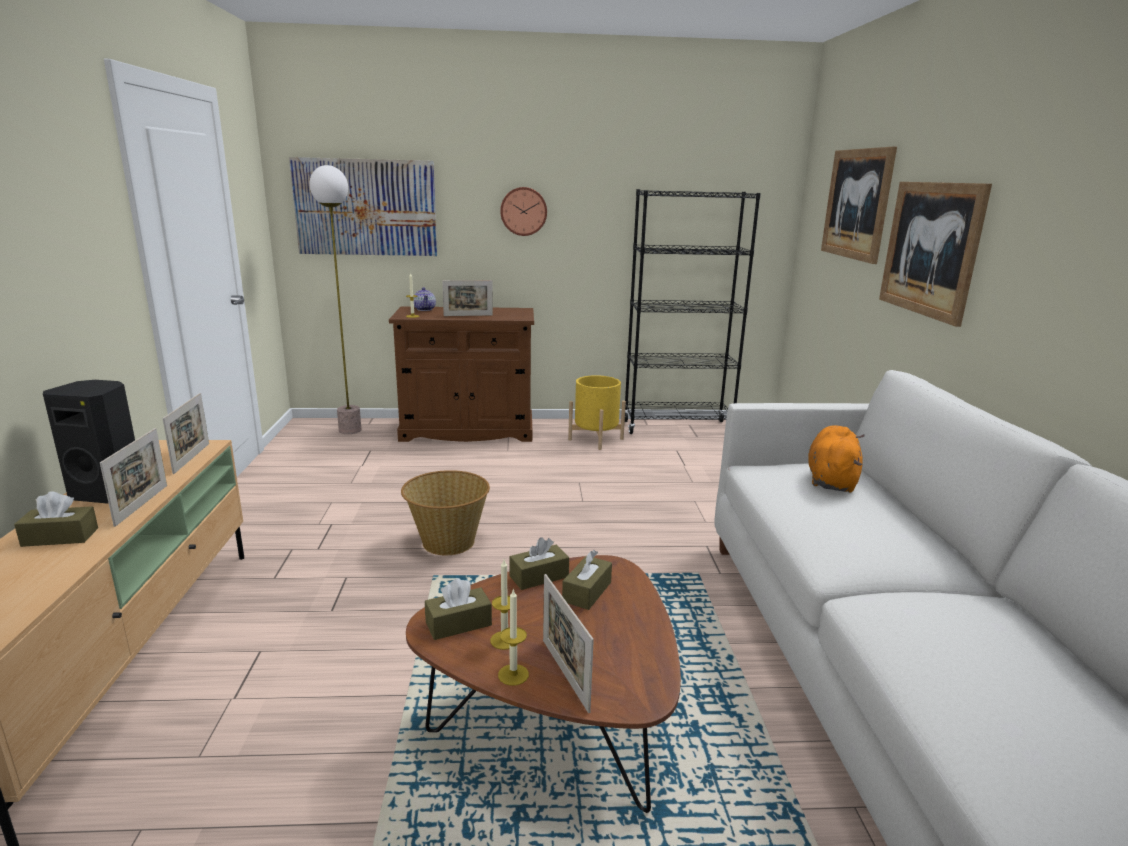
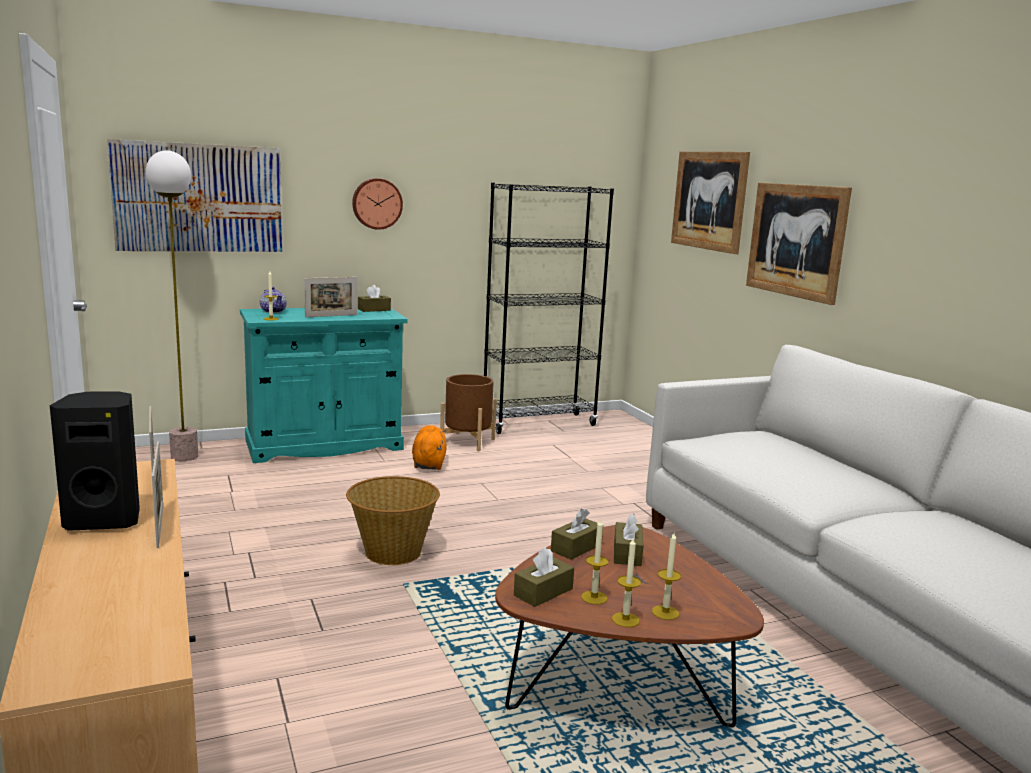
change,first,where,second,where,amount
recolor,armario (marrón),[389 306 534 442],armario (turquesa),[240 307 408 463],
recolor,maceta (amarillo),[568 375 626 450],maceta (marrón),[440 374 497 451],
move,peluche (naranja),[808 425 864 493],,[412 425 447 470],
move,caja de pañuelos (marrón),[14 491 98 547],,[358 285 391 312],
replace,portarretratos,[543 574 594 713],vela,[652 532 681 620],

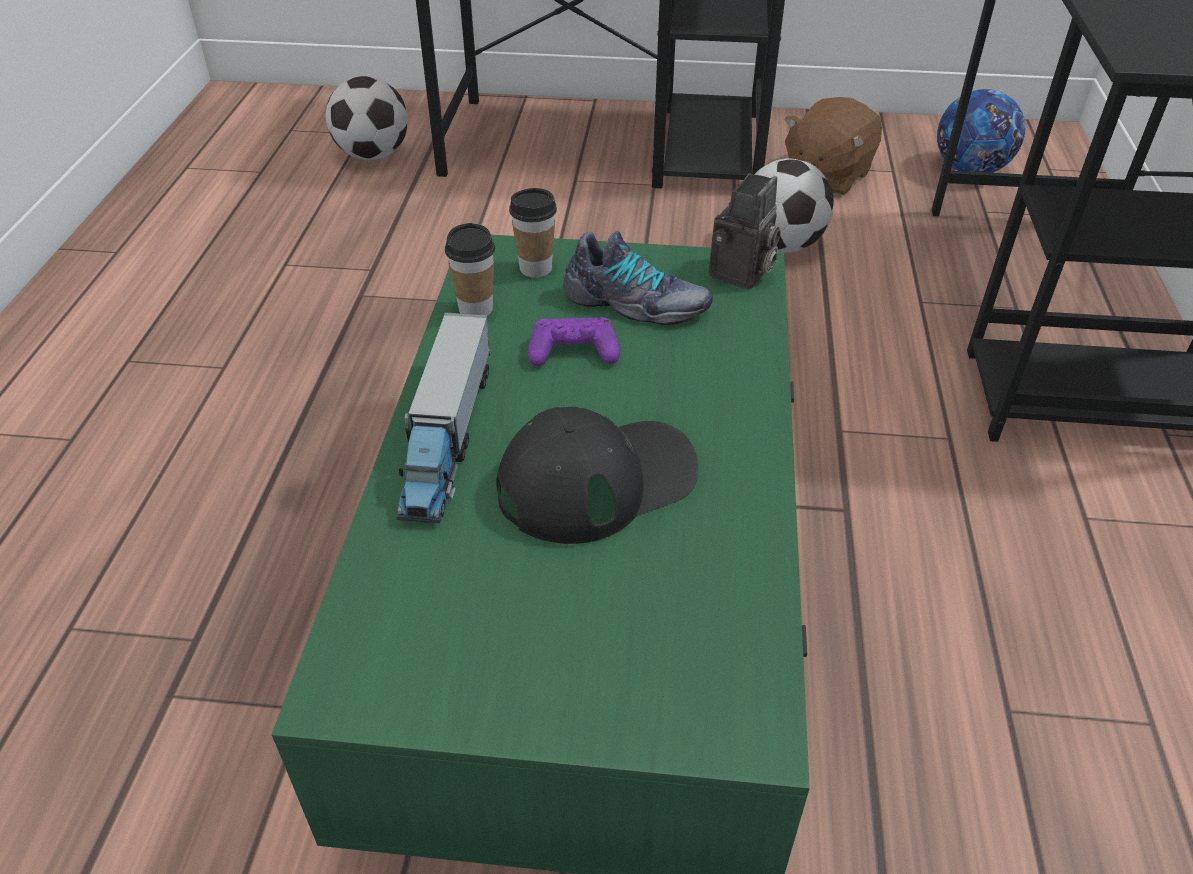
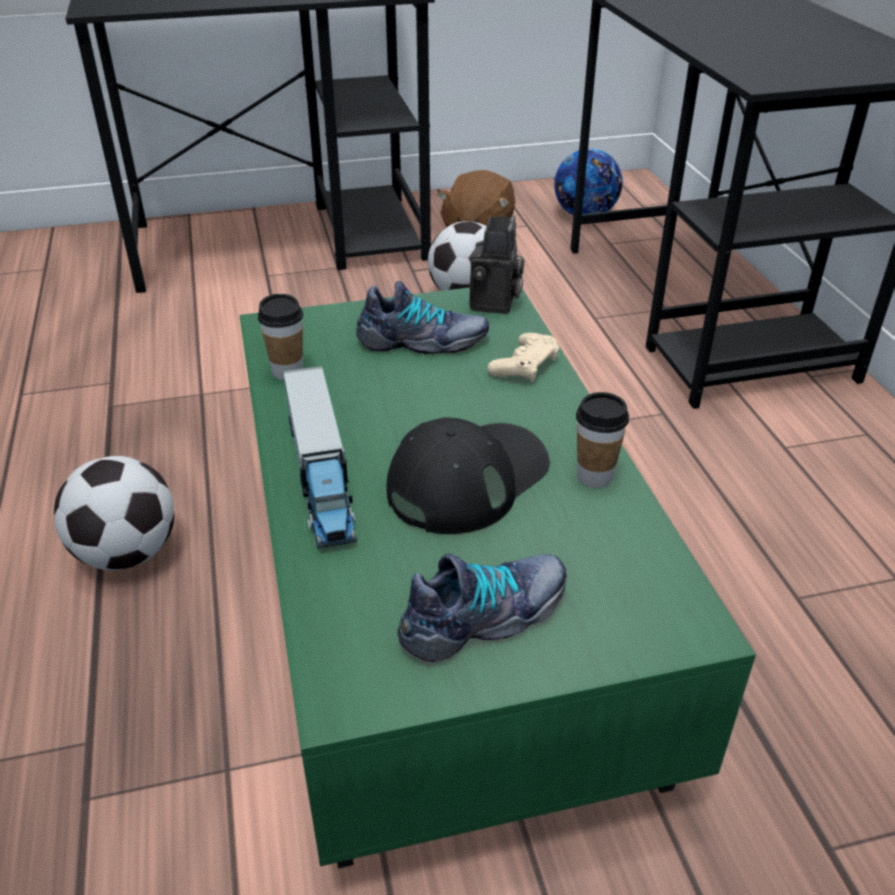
change,first,where,second,where,amount
move,balón de fútbol,[326 76 408 160],,[54 456 174 570],
move,taza,[509 188 557 278],,[576 392 629 488],
delete,mando de consola (morado),[528 317 620 366],,,
insert,,,mando de consola (beis),[487 333 560 382],
insert,,,zapato,[397 553 567 662],

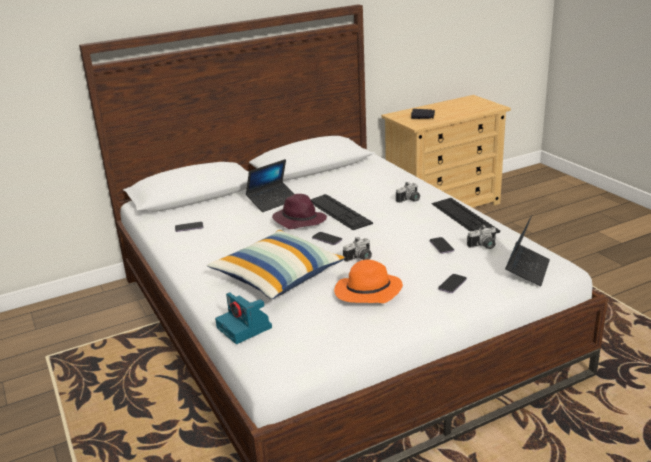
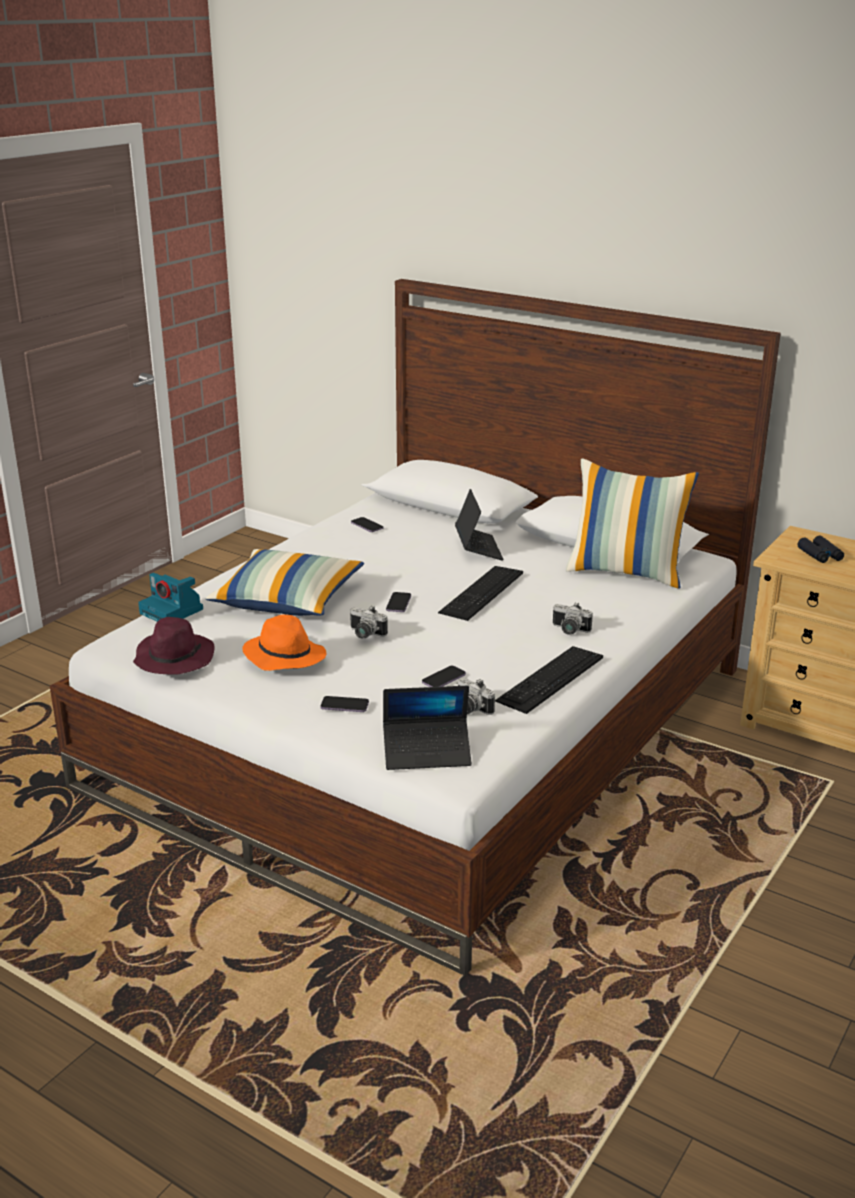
change,first,where,second,where,amount
rotate,portátil,[246 159 294 212],,[455 489 504 560],120 degrees counterclockwise
move,sombrero (morado),[272 194 327 229],,[133 617 215 675],
rotate,cámara,[215 292 272 344],,[138 573 203 622],75 degrees counterclockwise
insert,,,cojín,[566 458 699 589],

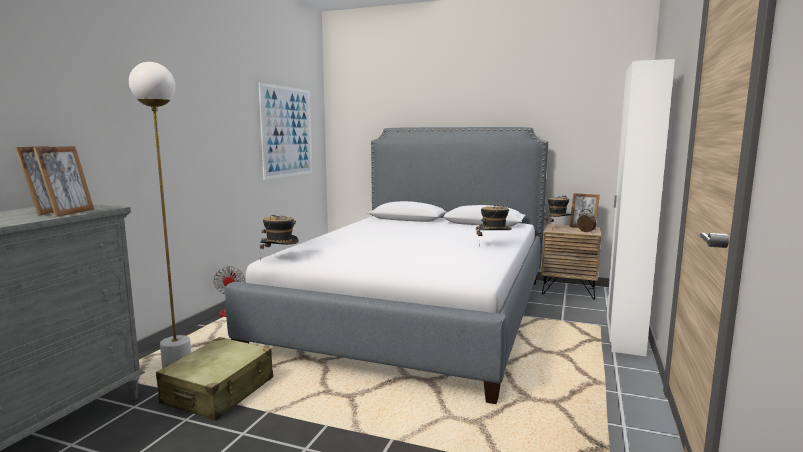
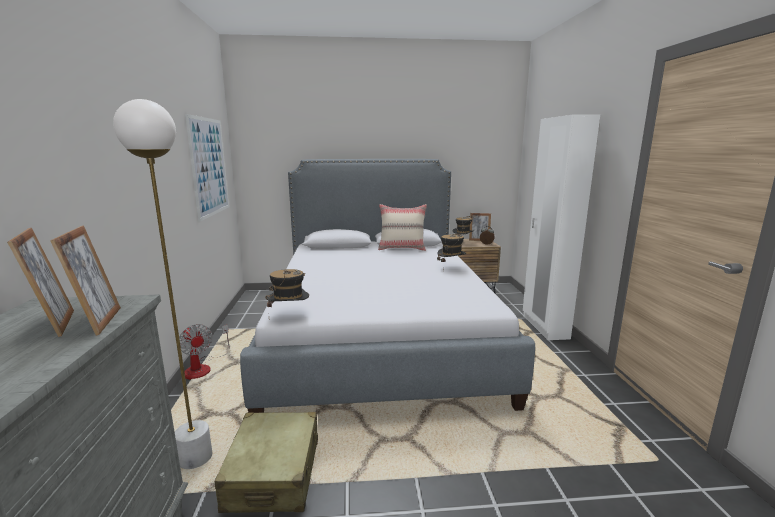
change,first,where,second,where,amount
insert,,,cojín (beis),[378 204 427 251],

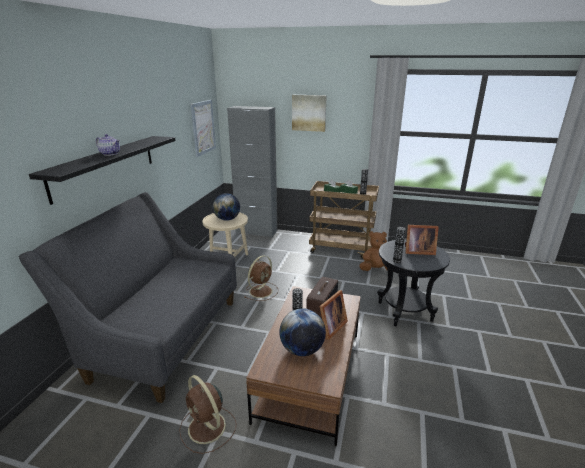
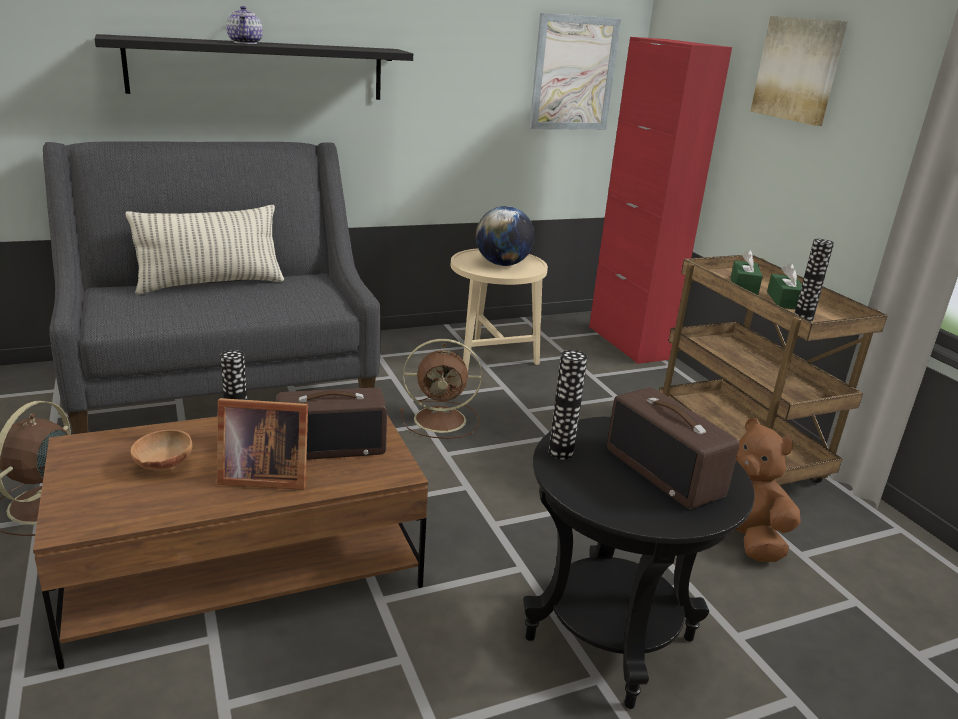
change,first,where,second,where,amount
recolor,armario (gris),[227 106 277 238],armario (rojo),[589 37 732 364],
replace,portarretratos,[405 225 439 255],radio,[607 388 739 509],
replace,globo terráqueo,[279 308 326 356],cuenco (marrón),[130 430 192 471],
insert,,,cojín,[125 205 284 295],

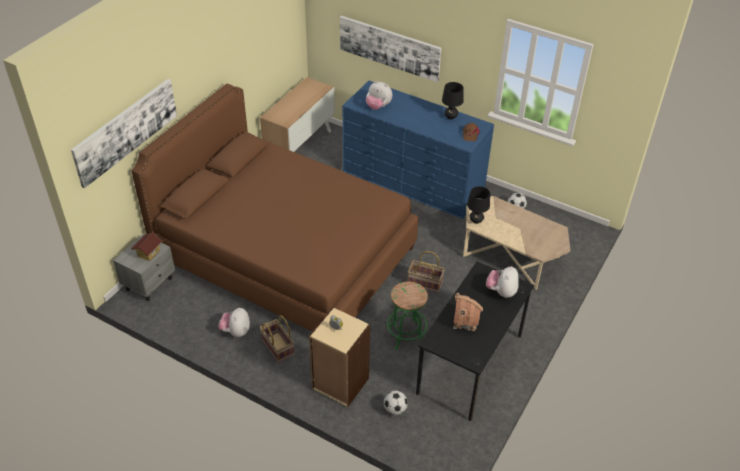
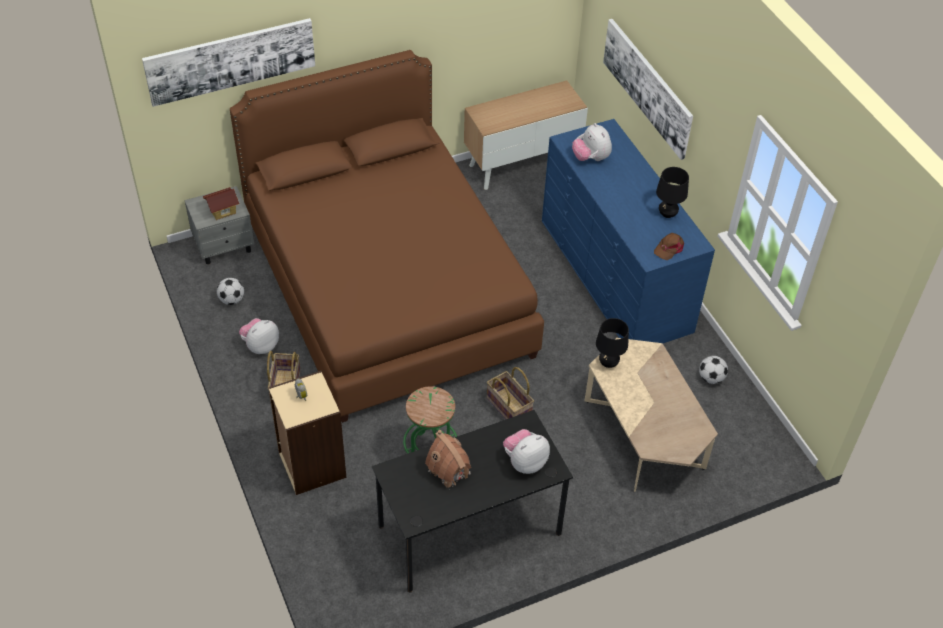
change,first,where,second,where,amount
move,balón de fútbol,[384 391 408 415],,[217 278 244 305],

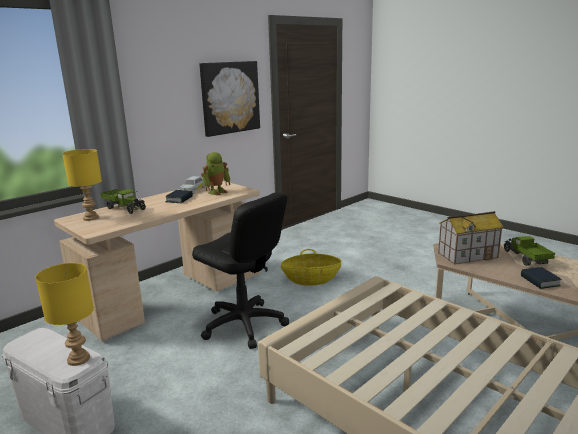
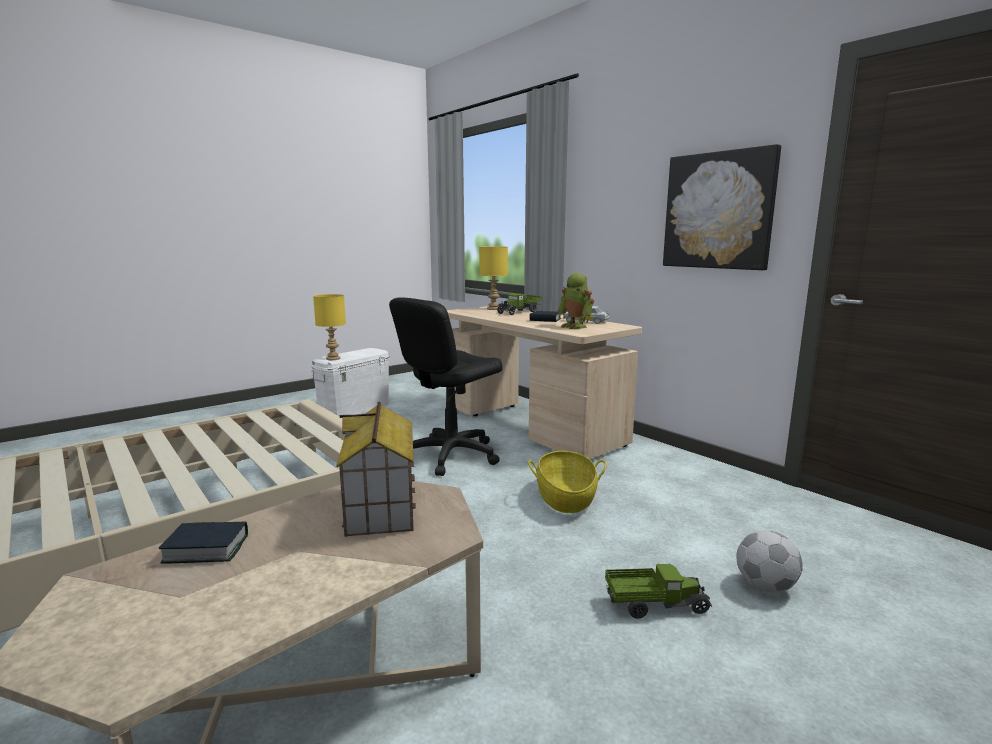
change,first,where,second,where,amount
move,camión de juguete,[503 236 555 266],,[605 564 712 619],
insert,,,balón de fútbol,[737 530 803 592],

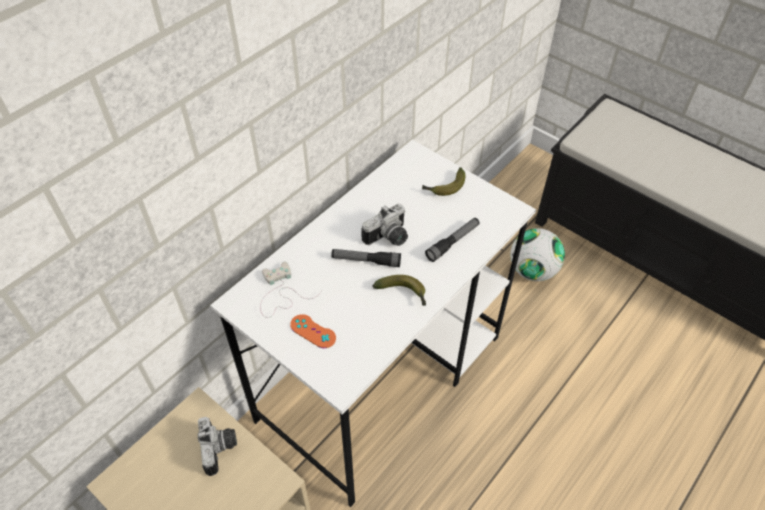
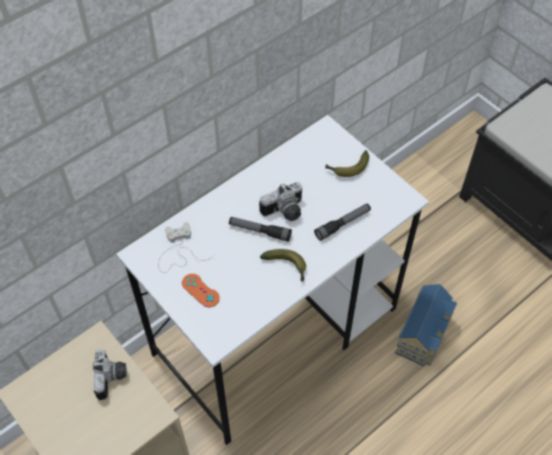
change,first,where,second,where,amount
delete,balón de fútbol,[510 228 565 281],,,
insert,,,casita,[395 284 457 366],

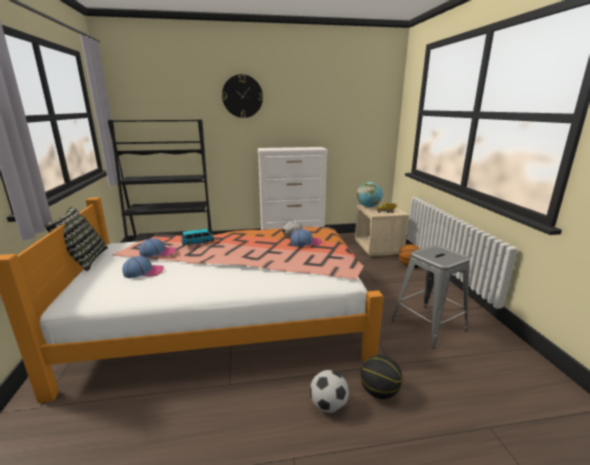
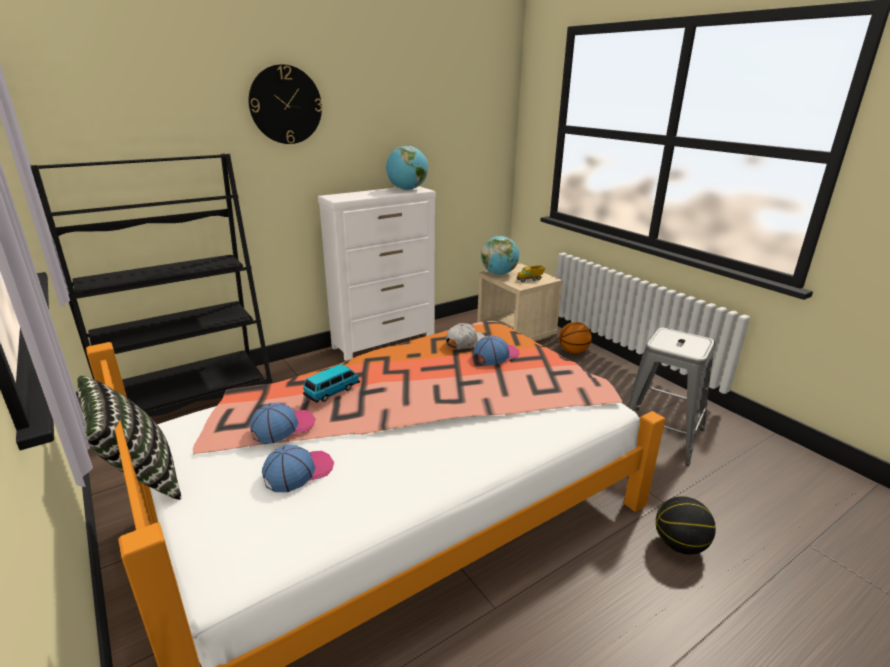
change,first,where,second,where,amount
delete,balón de fútbol,[310 370 349 413],,,
insert,,,globo terráqueo,[386 146 428 190],

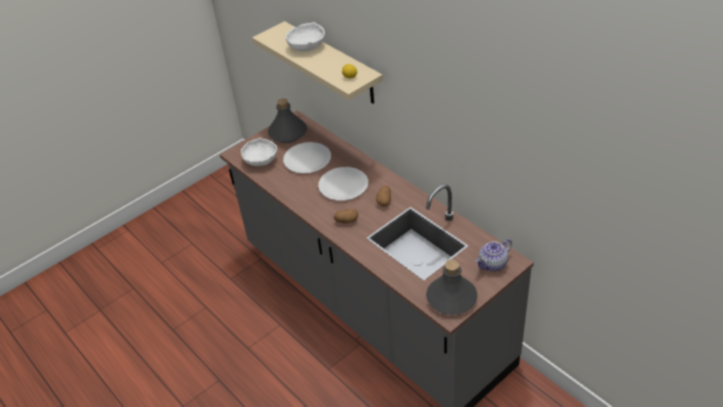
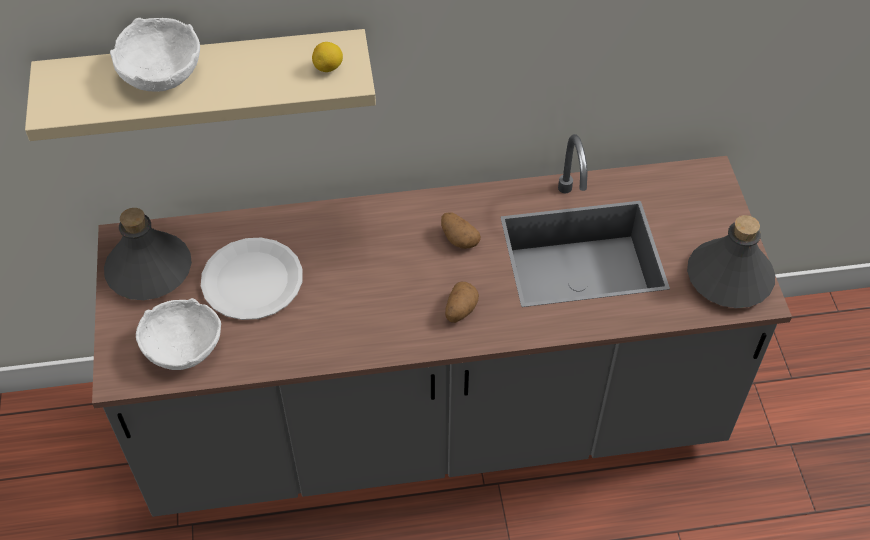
change,first,where,second,where,amount
delete,plato (blanco),[318 167 368 201],,,
delete,tetera,[475 238 512 271],,,

